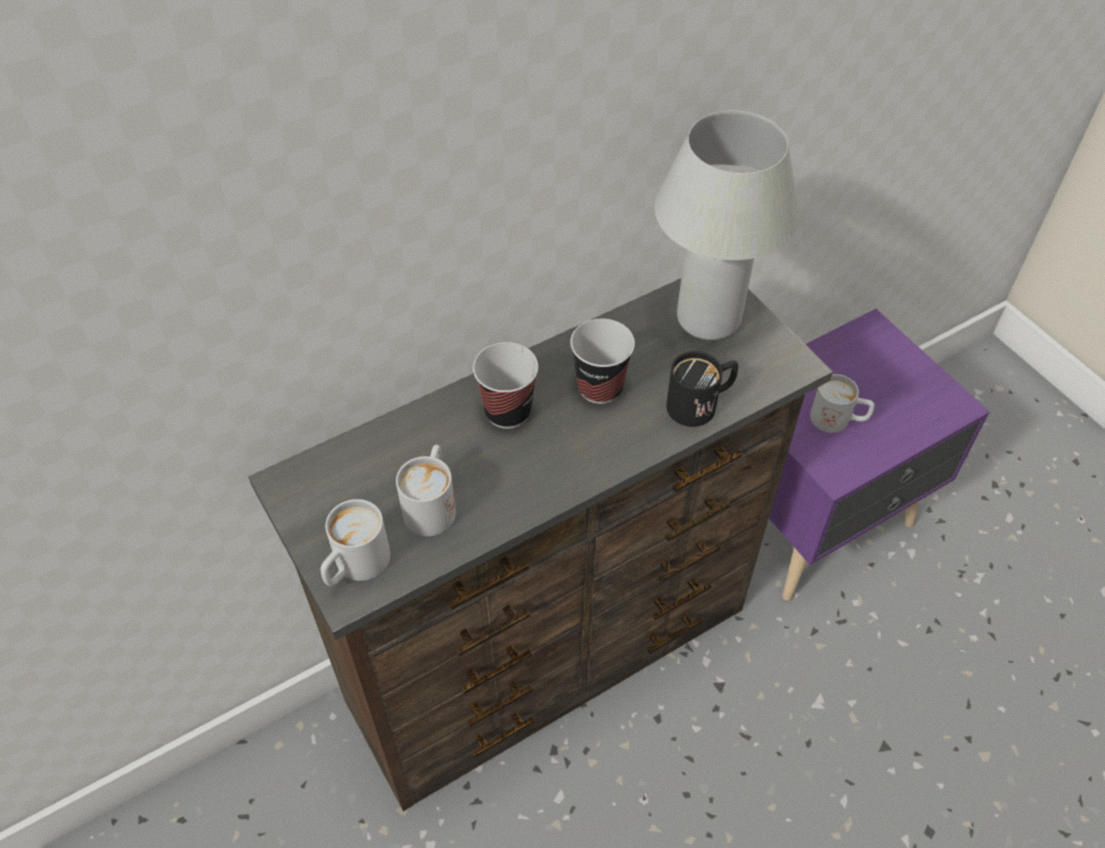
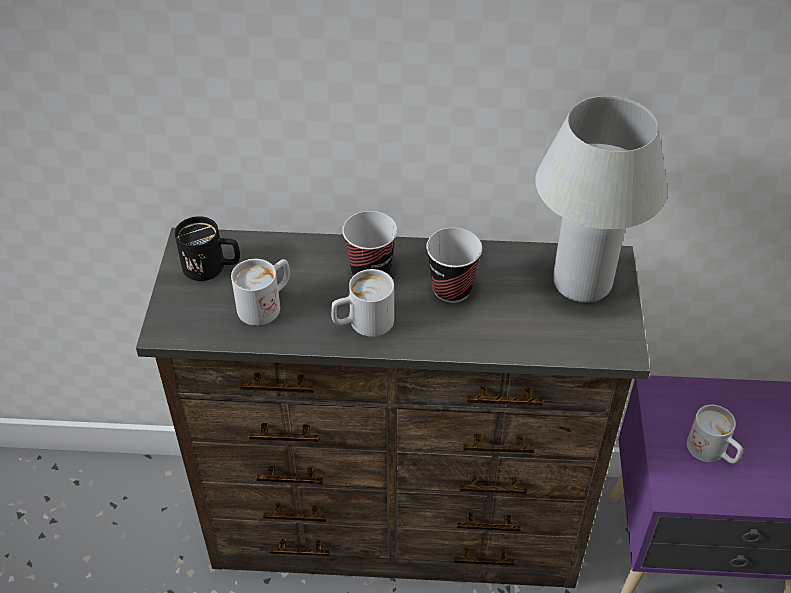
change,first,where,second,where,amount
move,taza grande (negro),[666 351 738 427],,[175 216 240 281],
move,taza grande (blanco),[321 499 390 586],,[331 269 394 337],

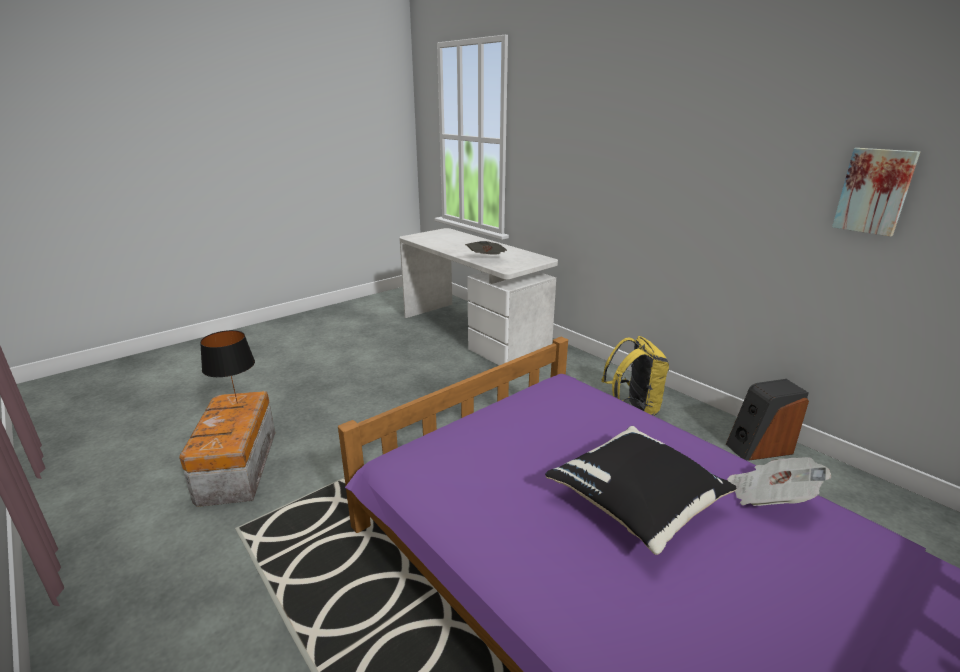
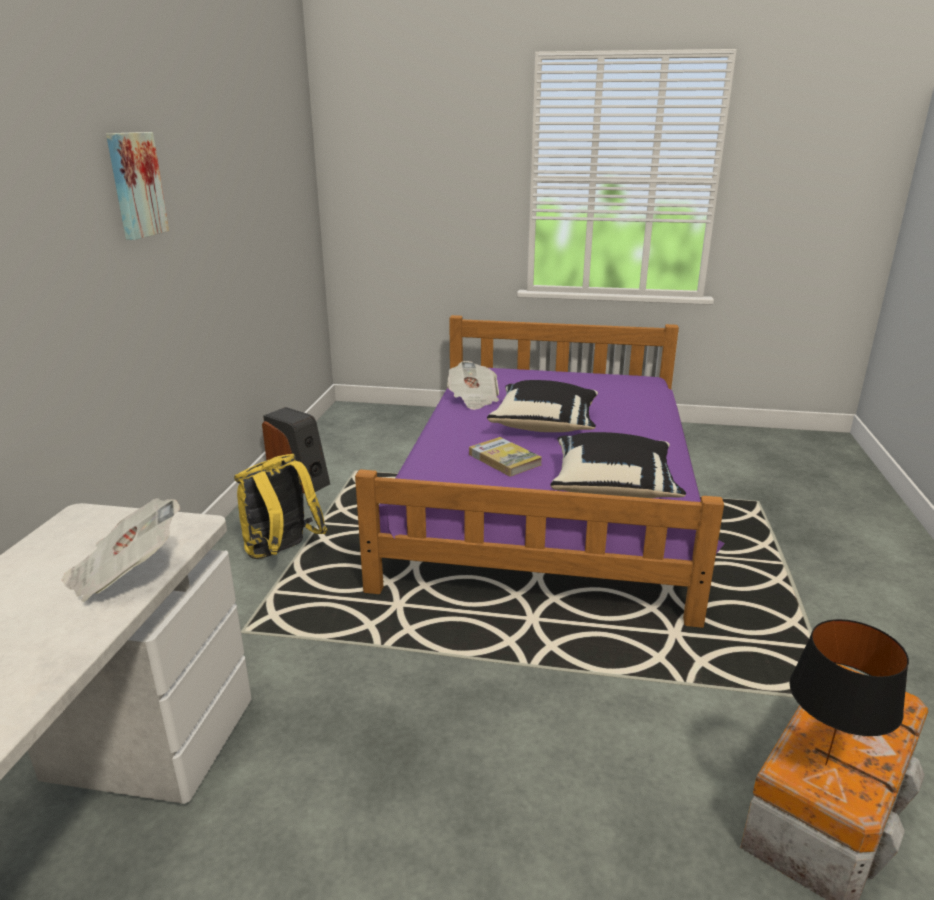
change,first,where,second,where,amount
move,cuadro,[832 148 920 237],,[106 132 169 240],
insert,,,cojín (negro),[550 432 686 498],
insert,,,libro,[469 437 542 477],

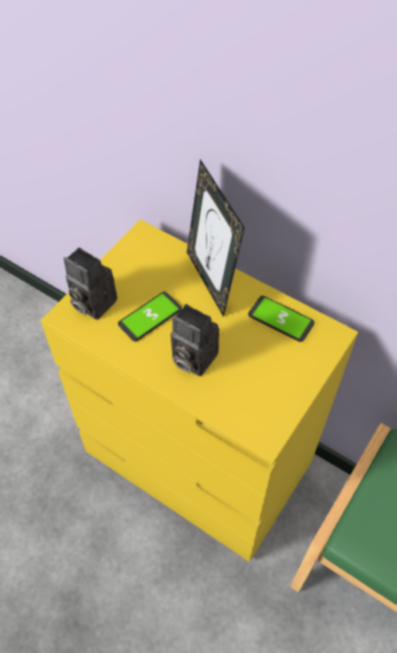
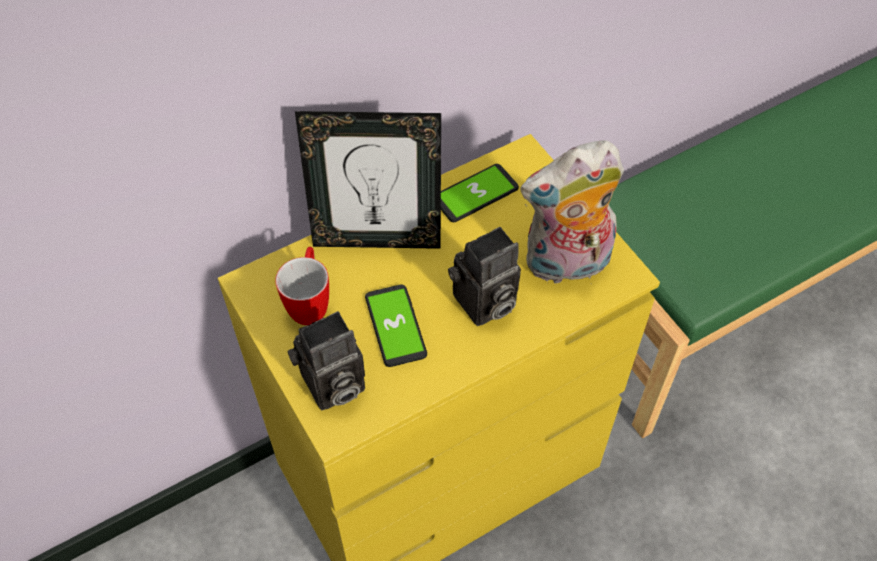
change,first,where,second,where,amount
insert,,,peluche,[520 140 624 284],
insert,,,taza grande,[275 247 329 325],

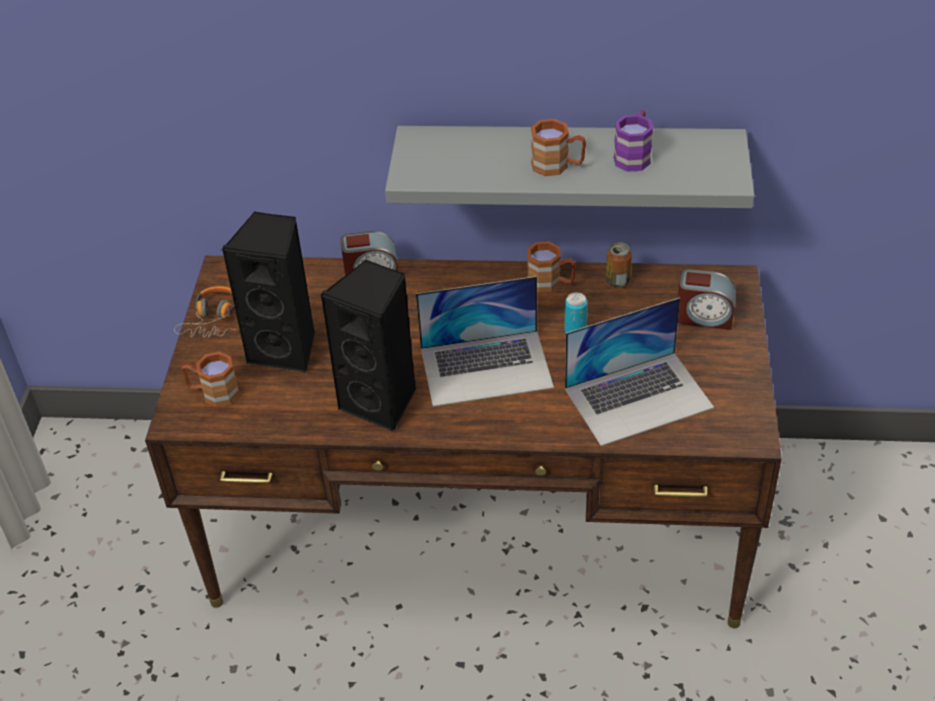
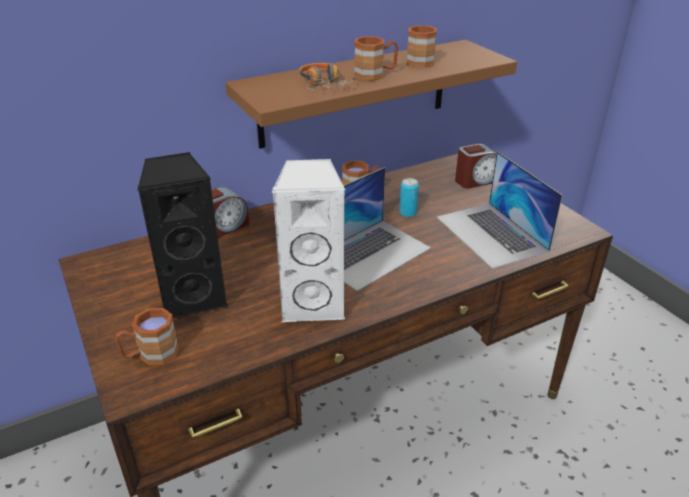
change,first,where,second,where,amount
recolor,taza grande (morado),[614 110 653 172],taza grande (marrón),[406 25 437 68],
recolor,estante (gris),[385 126 754 208],estante (marrón),[226 40 517 149],
delete,lata,[606 242 632 288],,,
recolor,altavoz (negro),[320 260 416 432],altavoz (blanco),[272 159 345 323],
move,auriculares,[174 286 236 337],,[299 63 358 90],
rotate,portátil,[565 298 714 446],,[437 151 562 269],120 degrees clockwise

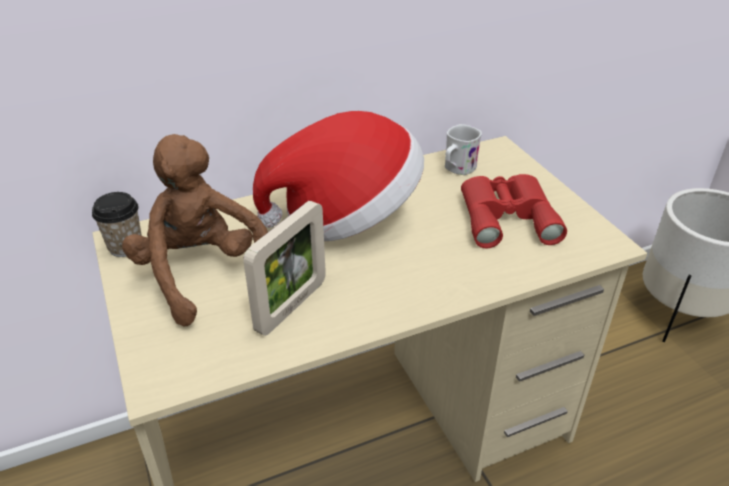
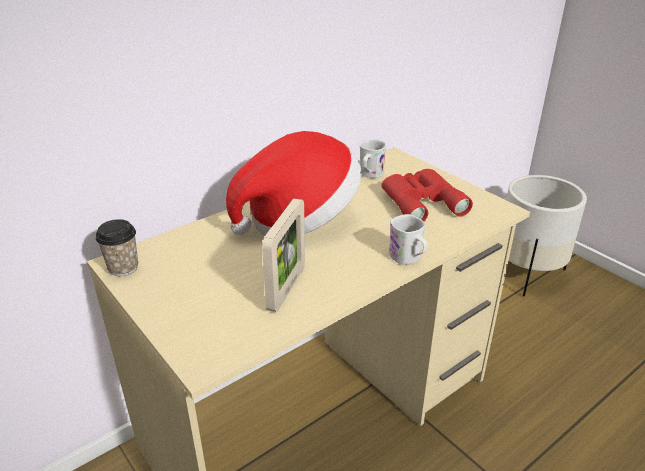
change,first,where,second,where,amount
delete,peluche (marrón),[122 134 268 326],,,
insert,,,taza grande (blanco),[389 214 428 265],

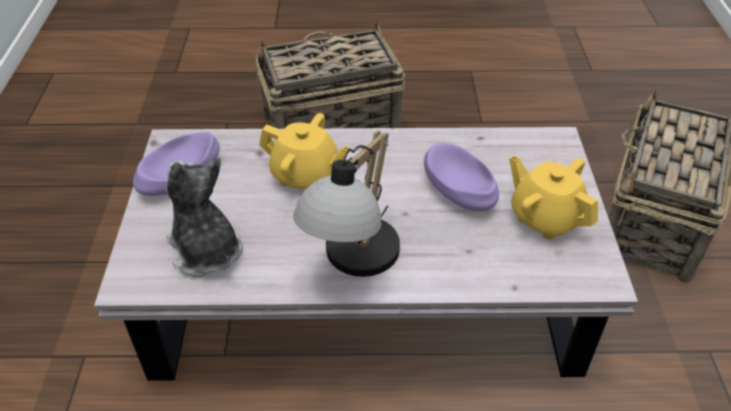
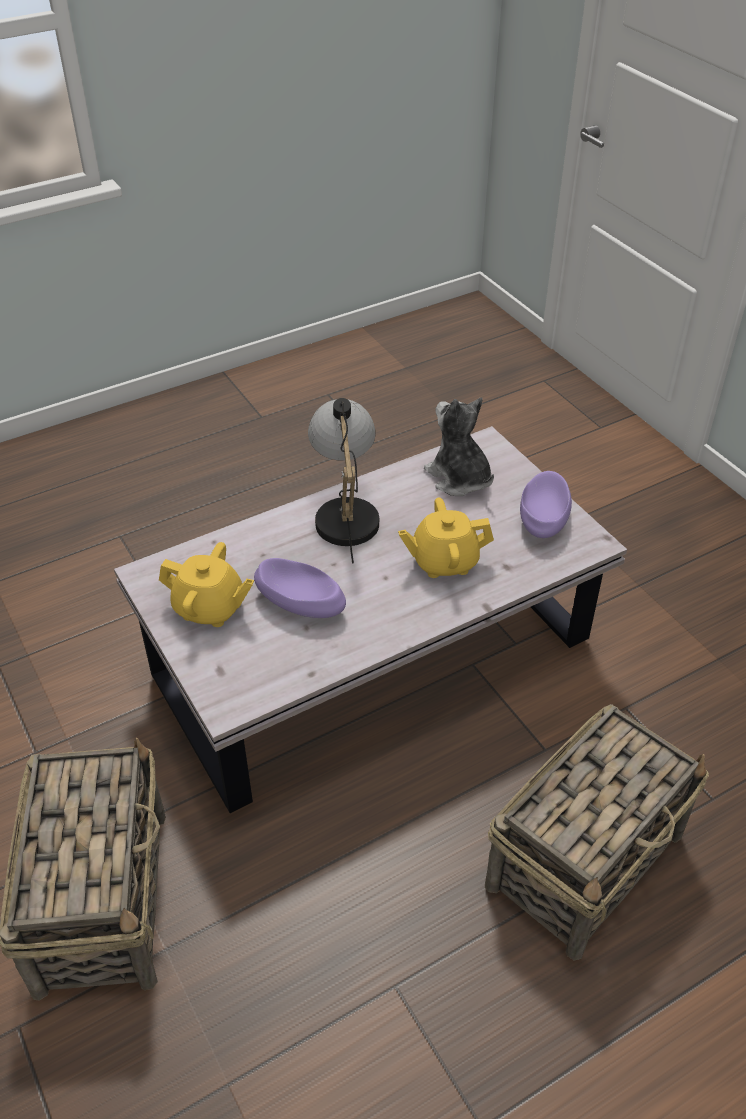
change,first,where,second,where,amount
rotate,peluche,[166 157 243 277],,[424 397 494 496],150 degrees counterclockwise

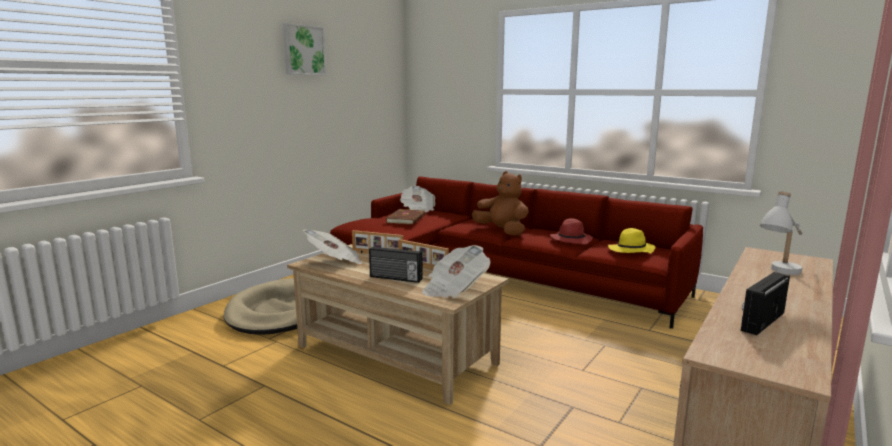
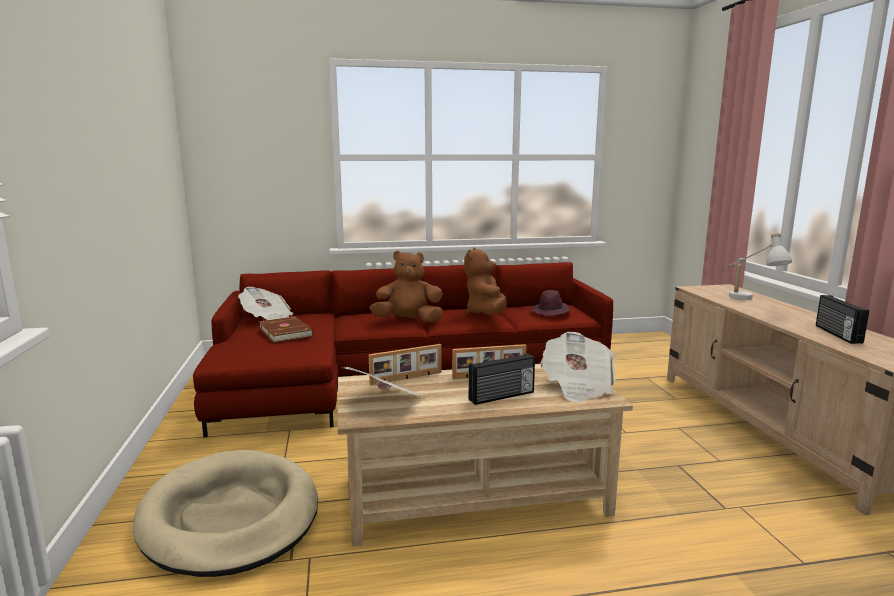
change,first,where,second,where,amount
delete,cuadro,[283 23 326 76],,,
replace,sombrero (rojo),[550 219 593 245],peluche (marrón),[464 248 507 315],
recolor,sombrero (amarillo),[608 228 656 254],sombrero (morado),[531 290 571 315],

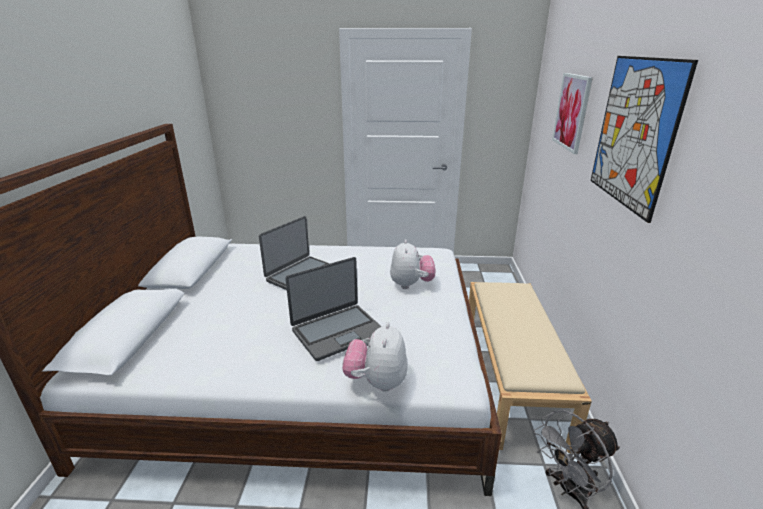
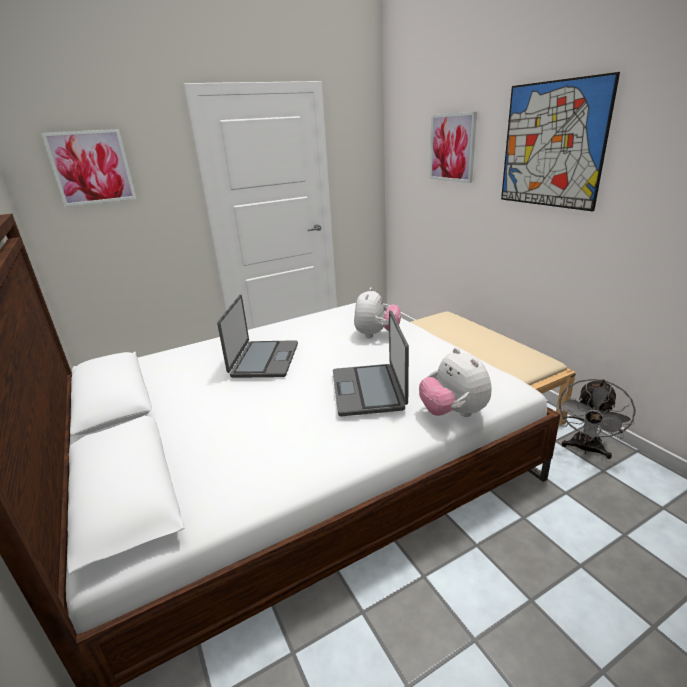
change,first,where,second,where,amount
rotate,peluche,[390 239 436 289],,[354 287 401 338],45 degrees clockwise
rotate,portátil,[285 257 382 361],,[333 310 409 416],150 degrees clockwise
insert,,,cuadro,[41 129 136 207],

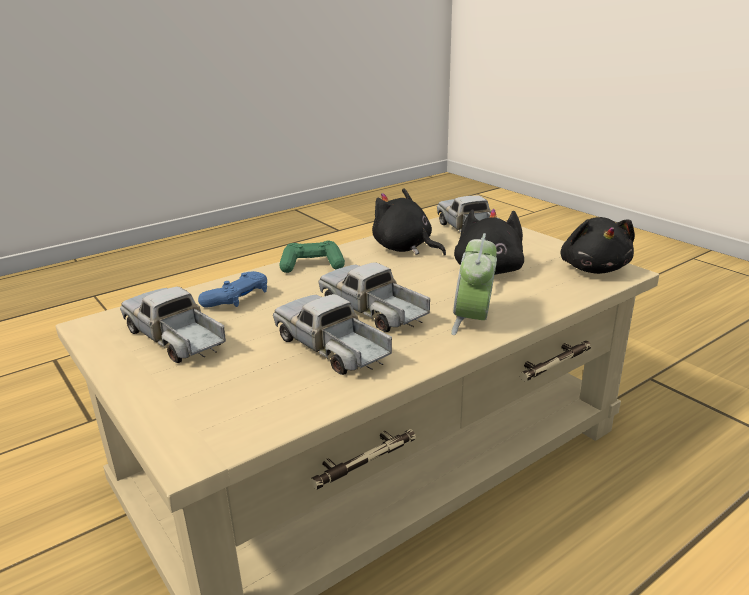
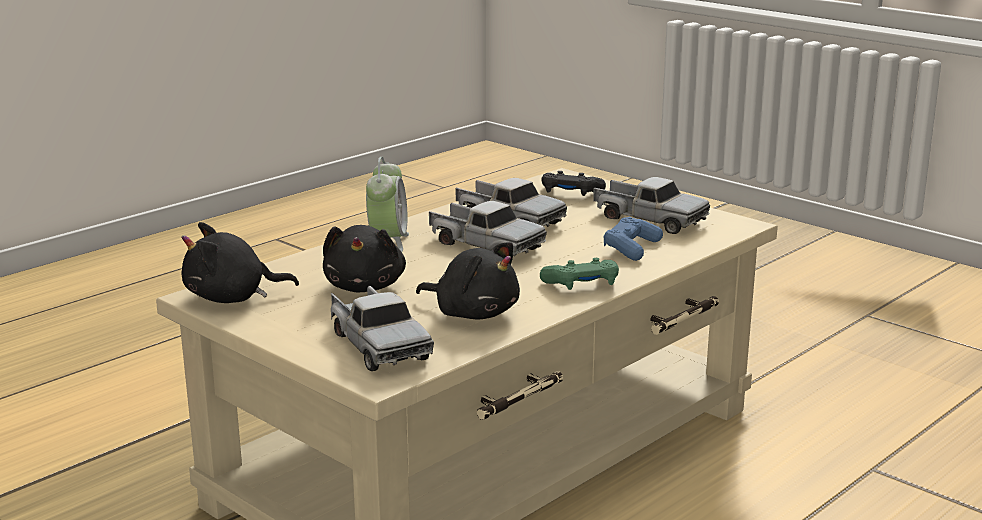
change,first,where,second,where,amount
rotate,peluche (negro),[560 217 635 274],,[182 222 299 303],90 degrees counterclockwise
insert,,,mando de consola (negro),[541 171 606 196],

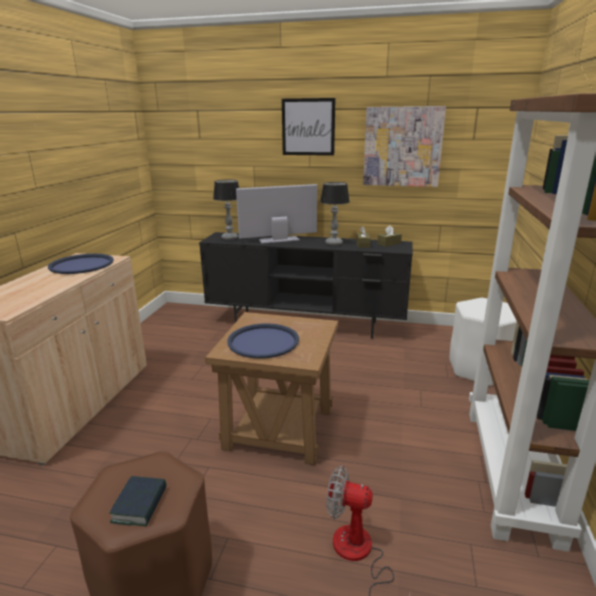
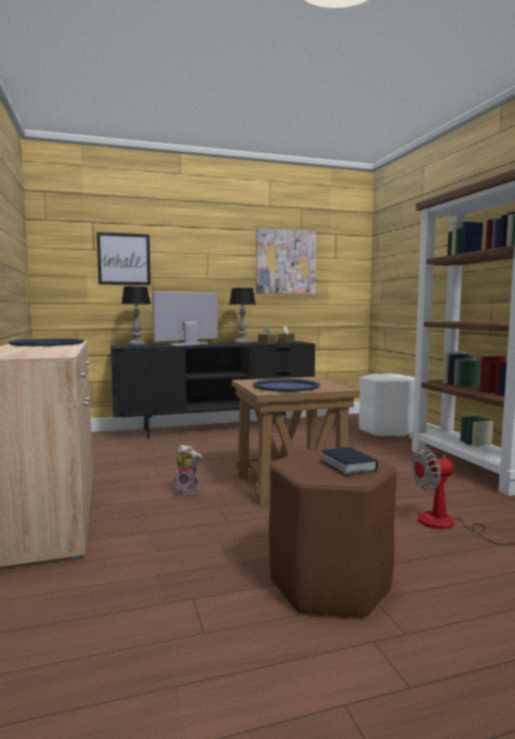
change,first,where,second,where,amount
move,cuadro,[282 98 336 156],,[97 232 151 285],
insert,,,peluche,[174 445 203 497],

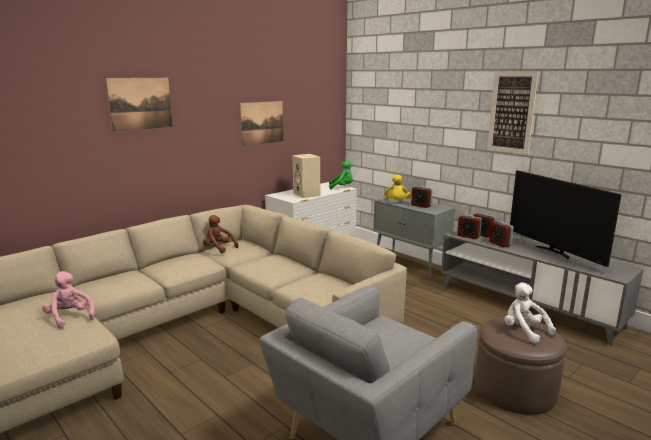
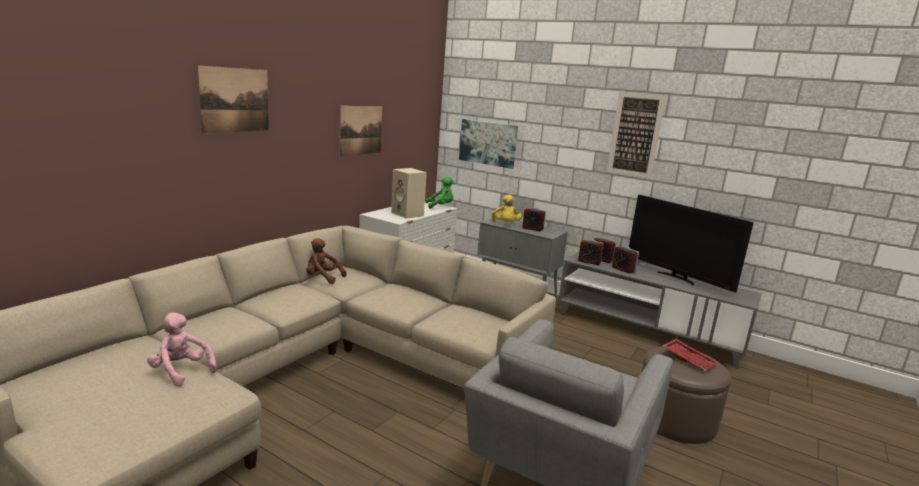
change,first,where,second,where,amount
replace,peluche (blanco),[505 282 556 343],bandeja (rojo),[662 339 718 371],
insert,,,cuadro,[459 119 518 169],

